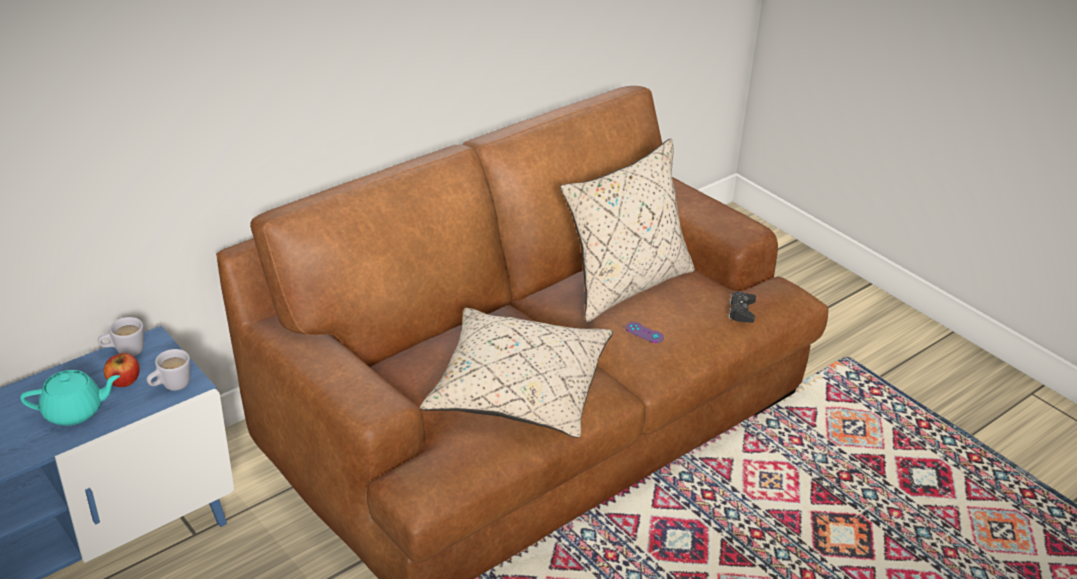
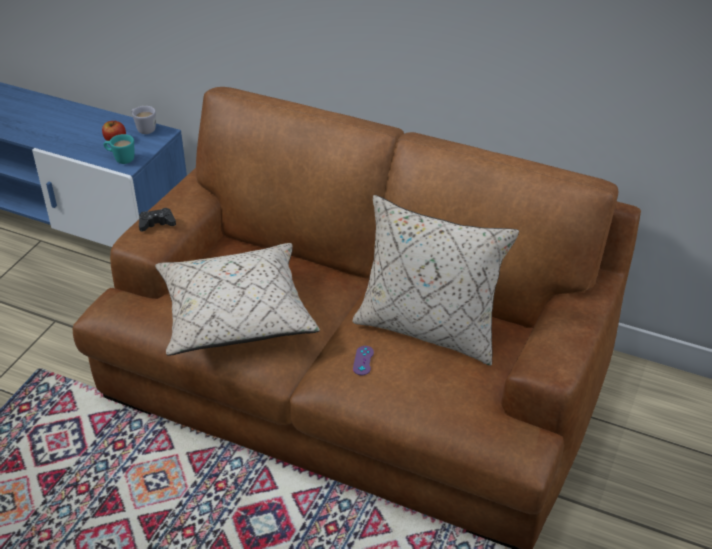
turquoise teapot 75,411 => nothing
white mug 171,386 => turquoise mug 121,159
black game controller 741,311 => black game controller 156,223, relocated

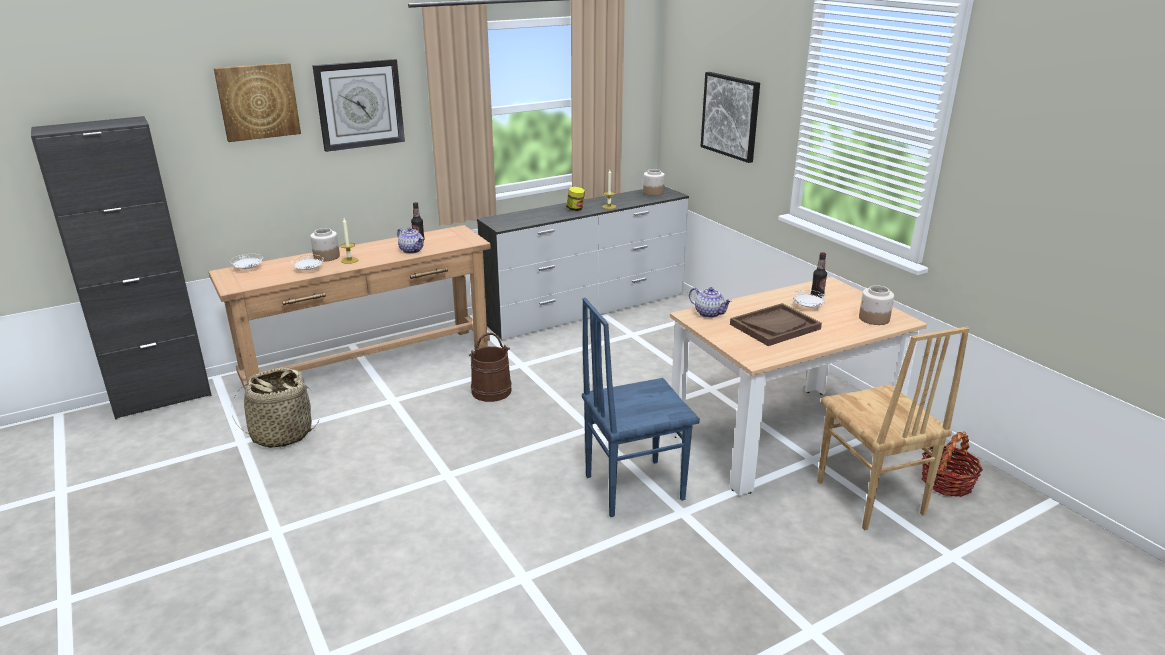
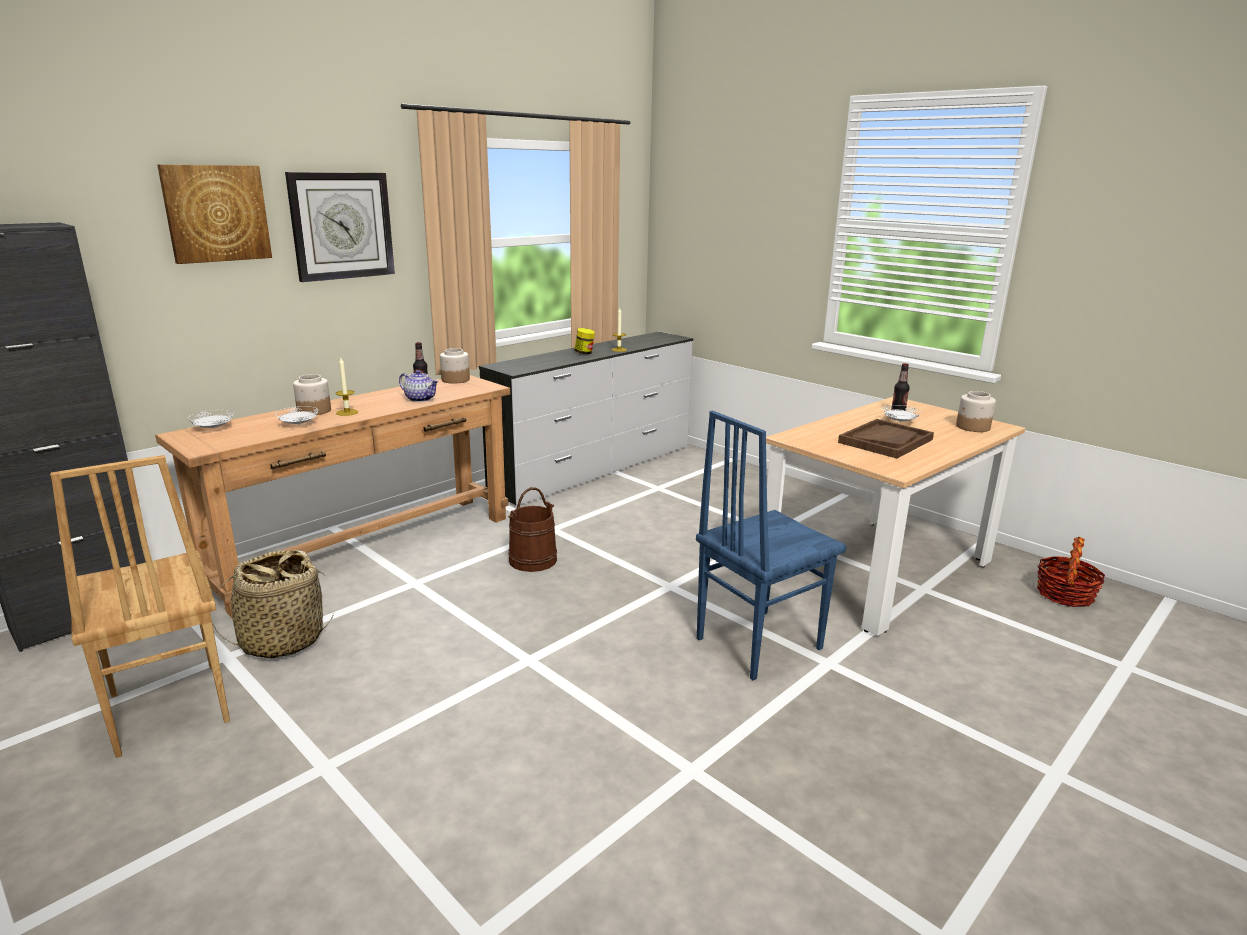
jar 653,193 => jar 455,380, relocated
teapot 709,313 => nothing
picture 730,116 => nothing
brown chair 868,499 => brown chair 166,709, relocated

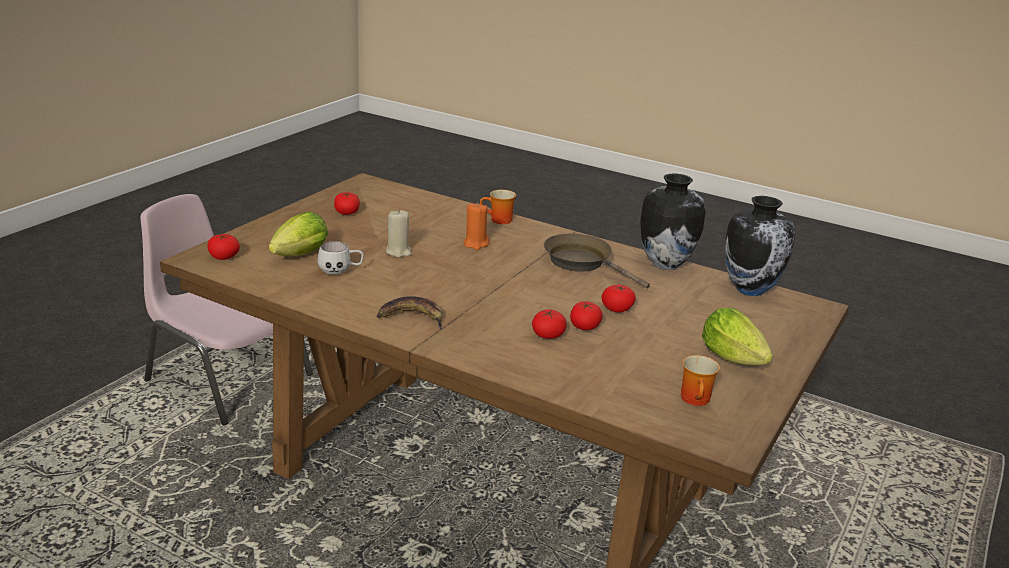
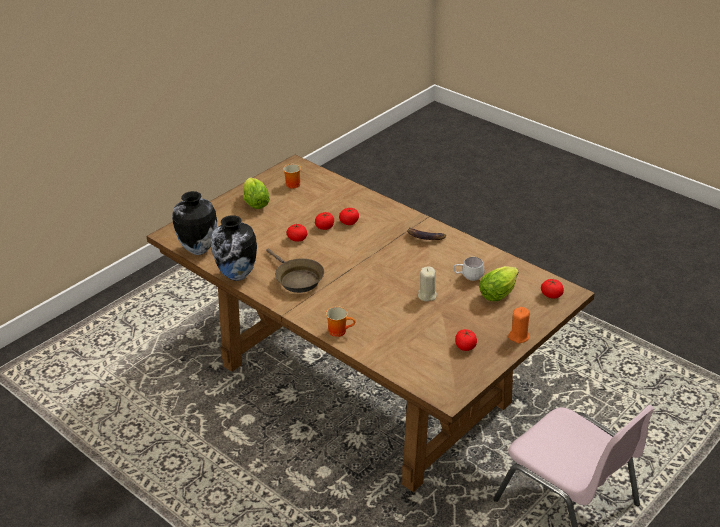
orange candle 476,244 => orange candle 518,336, relocated

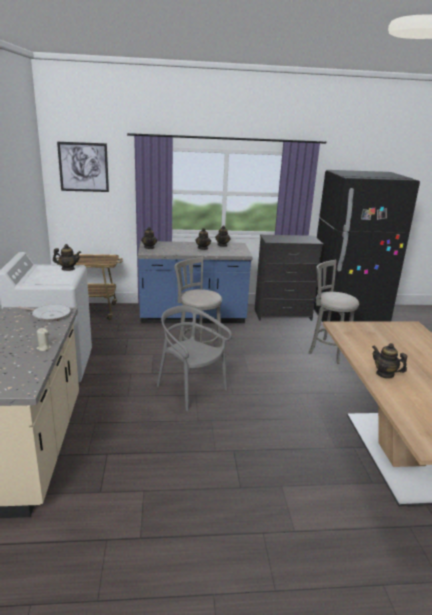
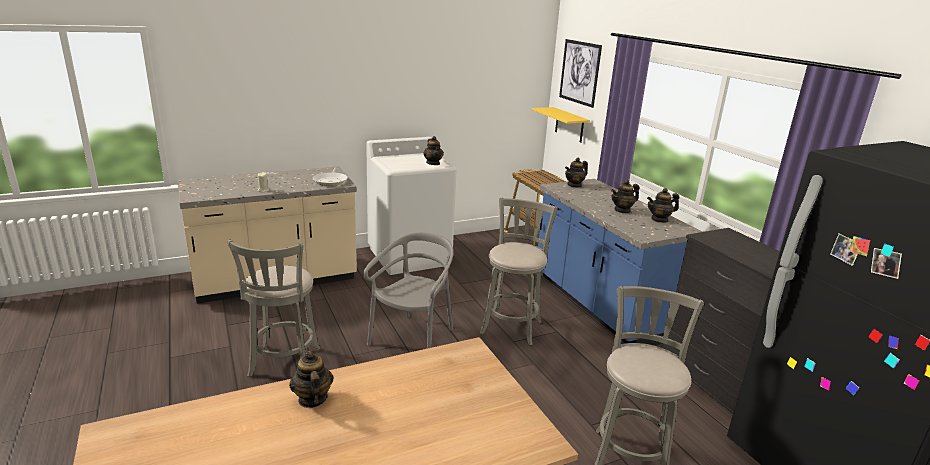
teapot 385,374 => teapot 312,399, 45 degrees counterclockwise
nothing => grey stool 284,364
nothing => yellow shelf 569,125

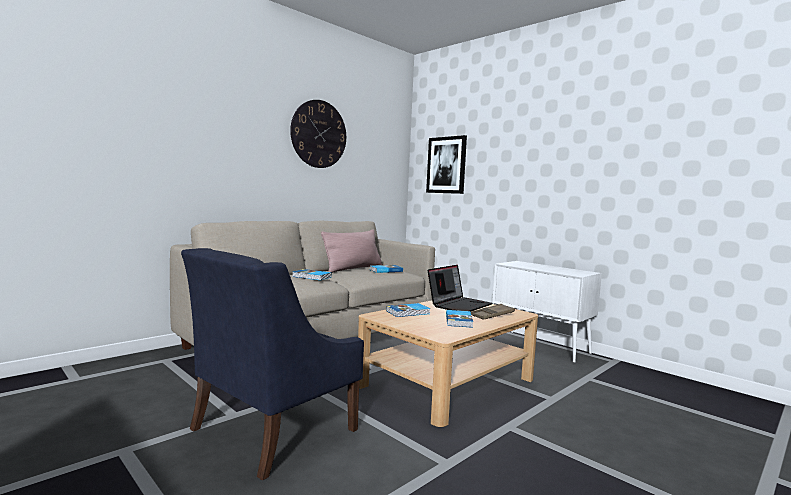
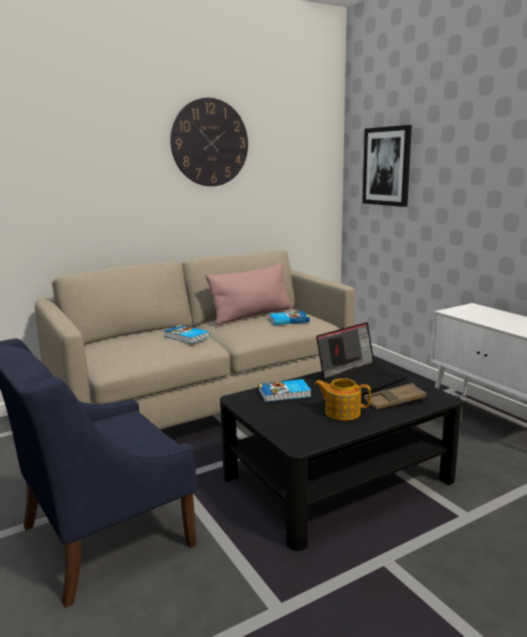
beige coffee table 447,382 => black coffee table 337,478
book 459,321 => teapot 341,412

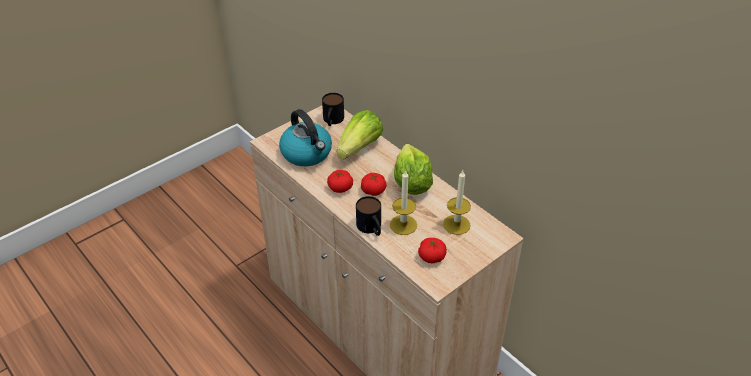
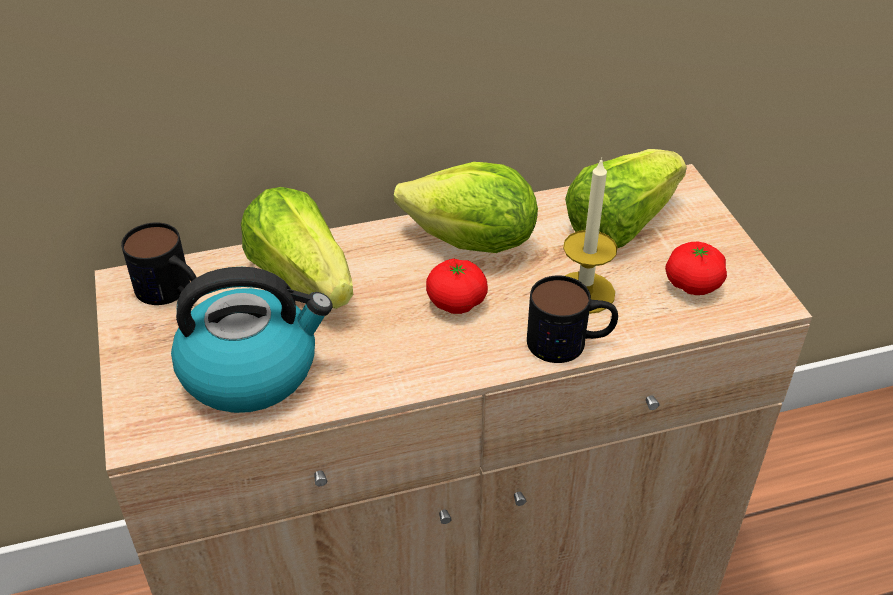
tomato 340,188 => nothing
candle 456,224 => lettuce 620,224

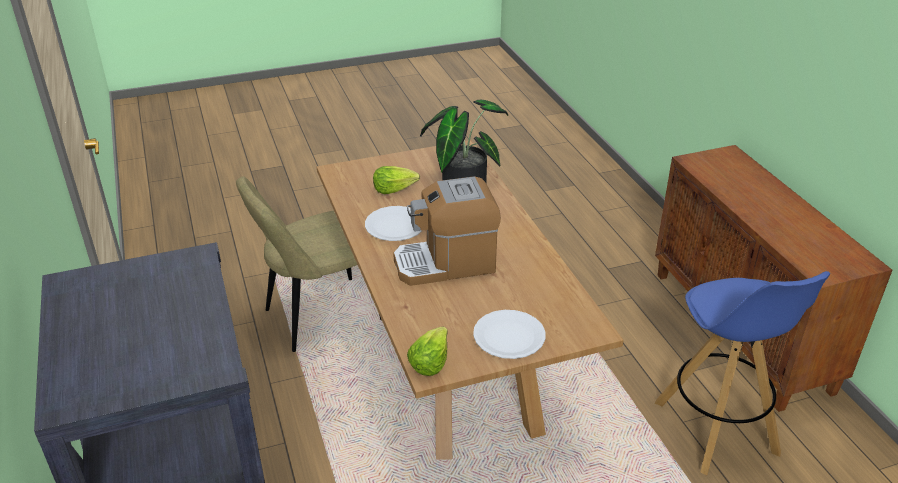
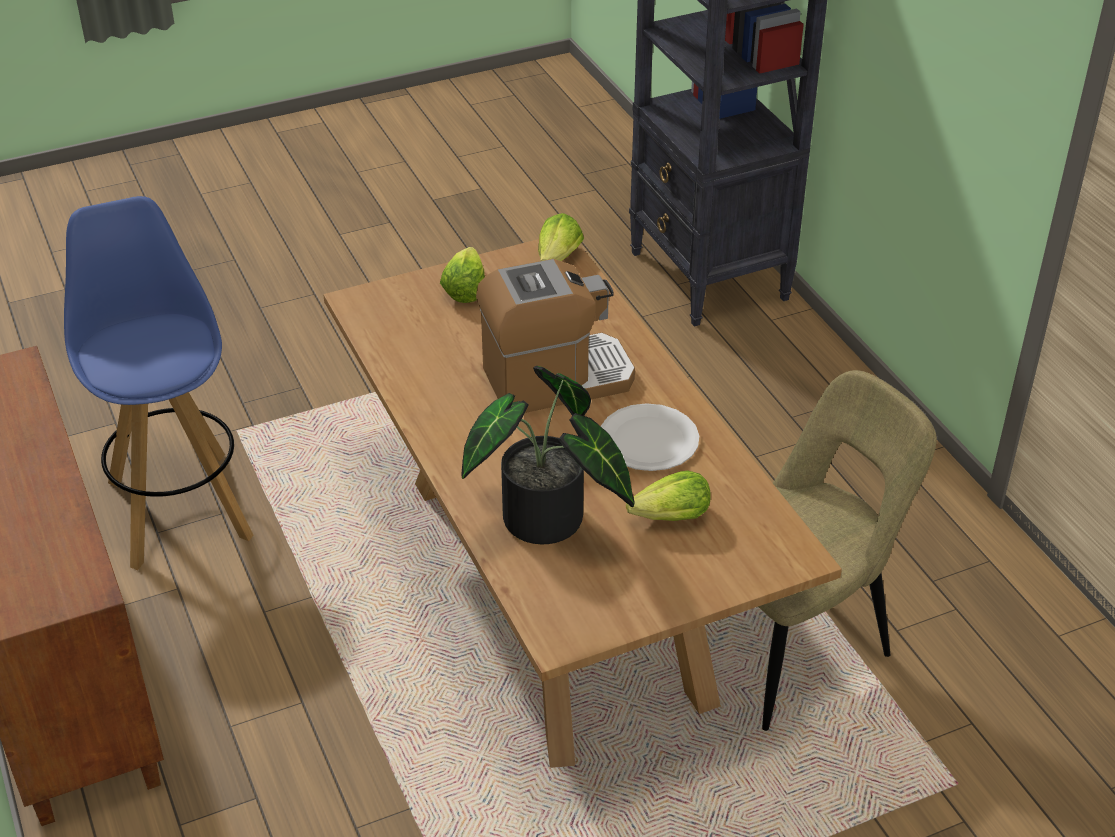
white plate 509,336 => lettuce 464,289

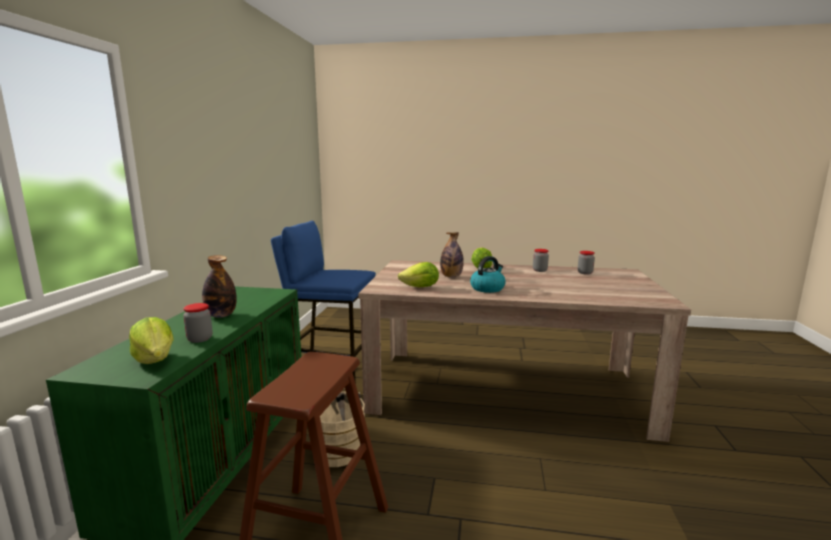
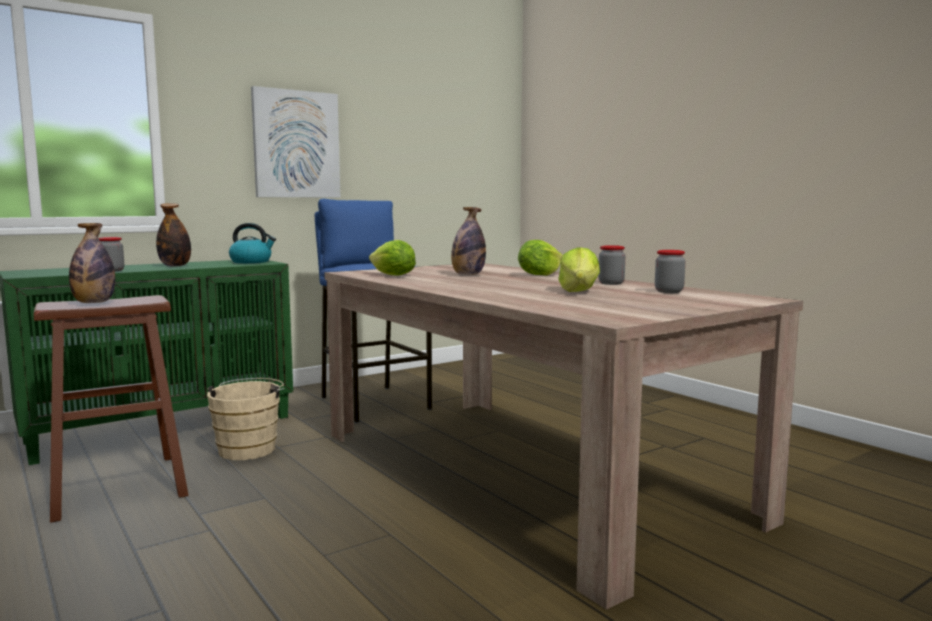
lettuce 155,359 => lettuce 579,291, relocated
kettle 487,288 => kettle 251,262, relocated
nothing => bottle 94,303
nothing => picture 296,144

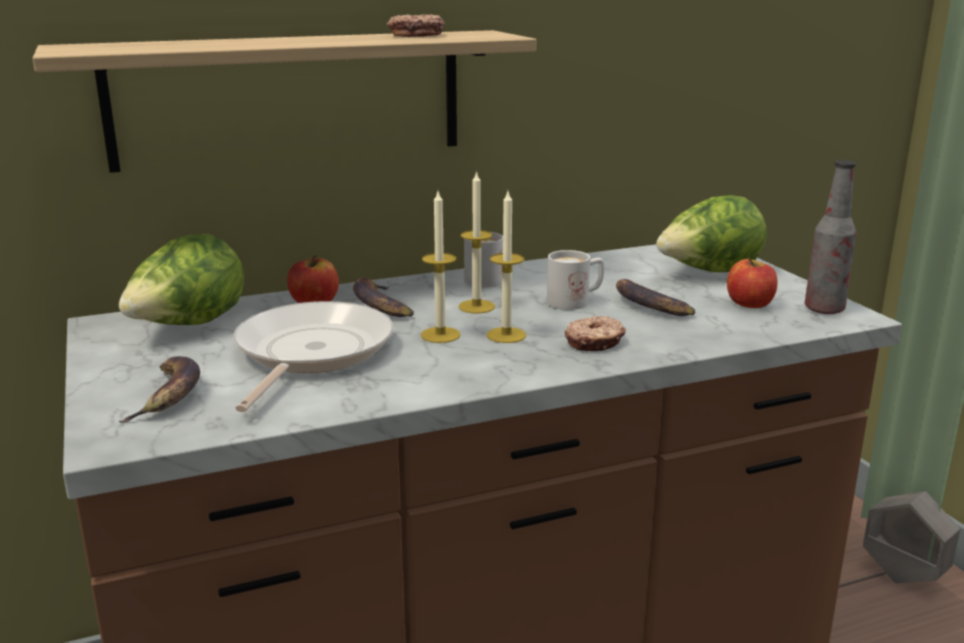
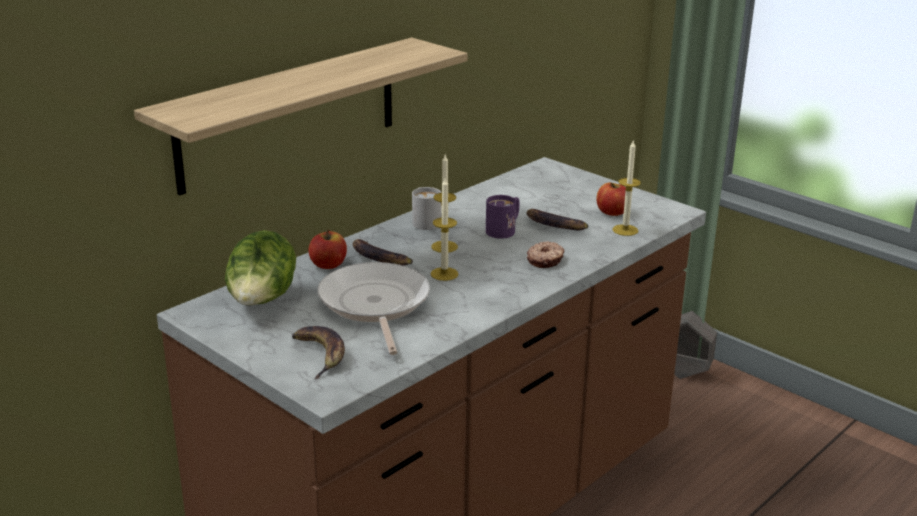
donut 415,35 => nothing
candle 506,335 => candle 625,230, relocated
white mug 576,301 => purple mug 504,230
lettuce 708,273 => nothing
bottle 824,309 => nothing

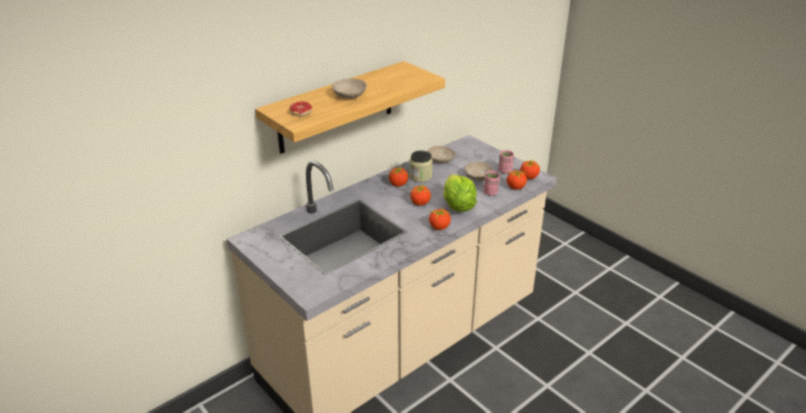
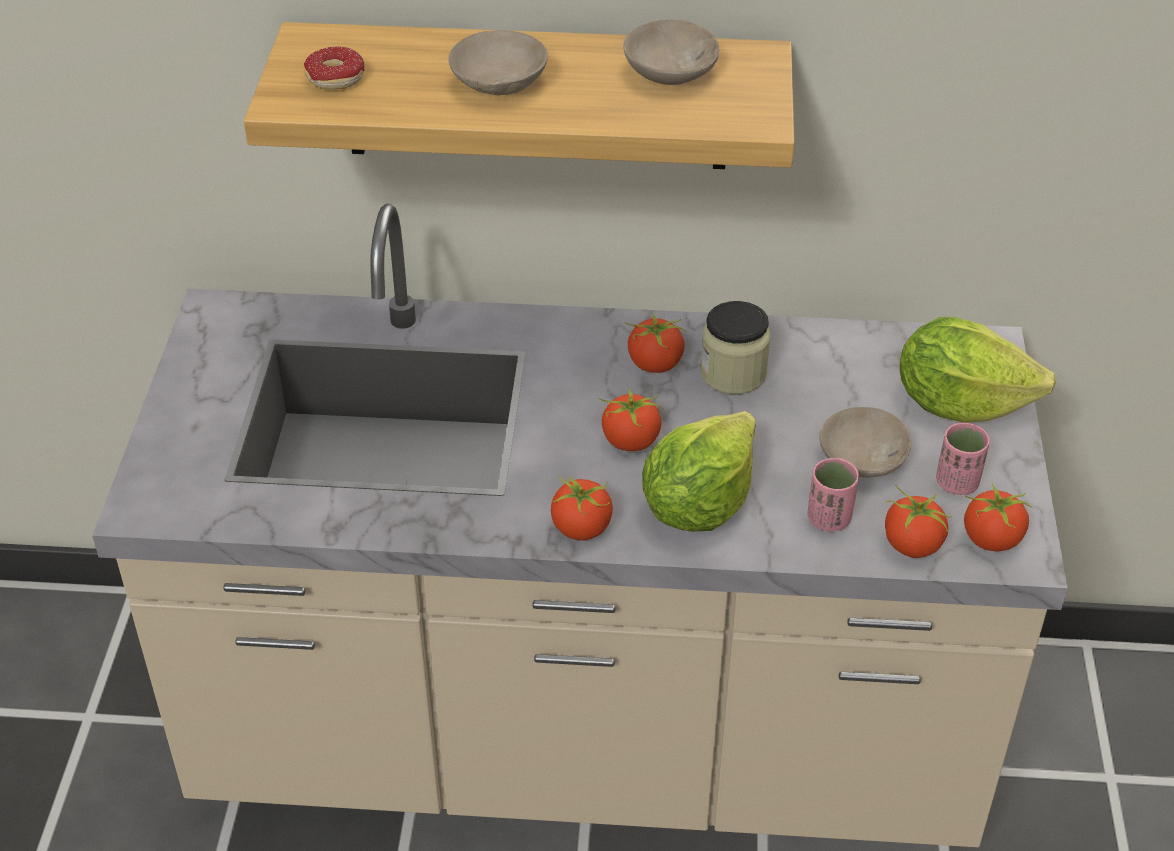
beige bowl 440,160 => beige bowl 667,72, relocated
nothing => lettuce 960,403

